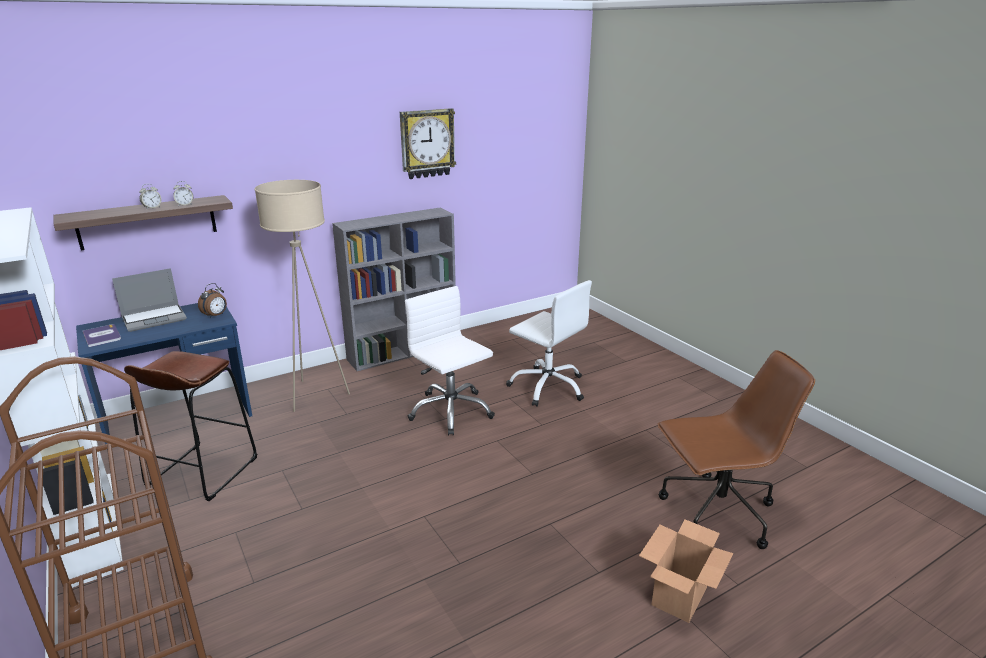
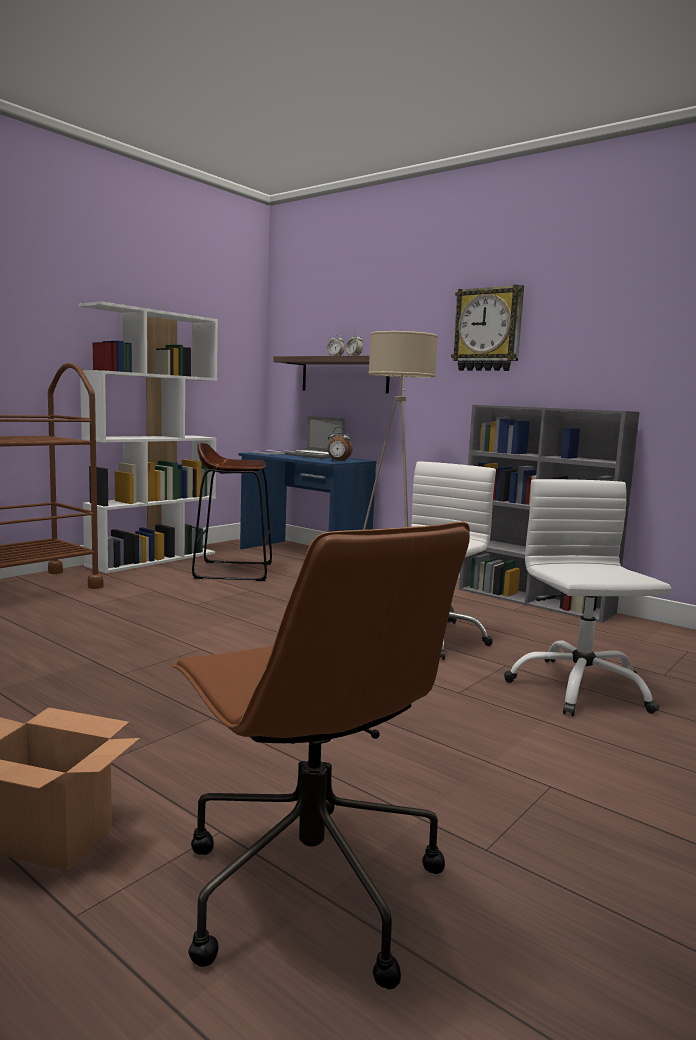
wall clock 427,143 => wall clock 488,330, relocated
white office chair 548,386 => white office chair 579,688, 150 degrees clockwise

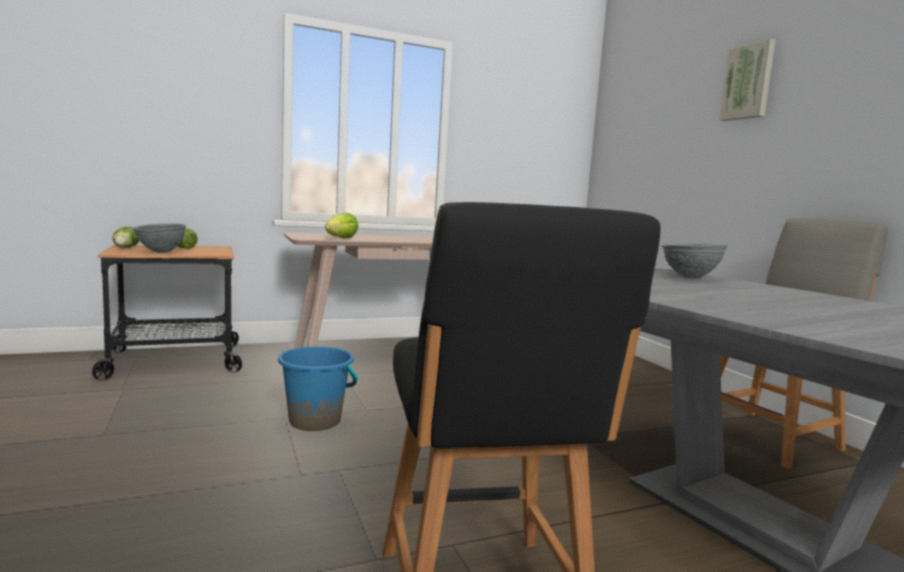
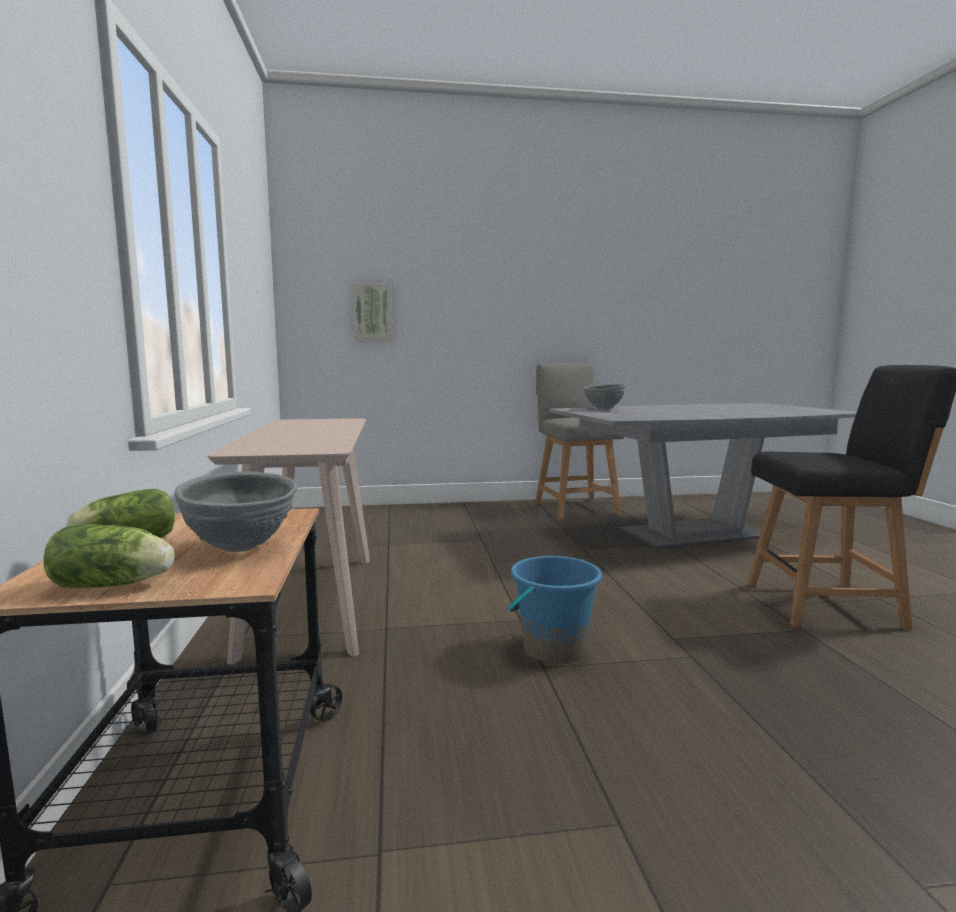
lettuce 340,238 => nothing
picture 748,82 => picture 373,313, relocated

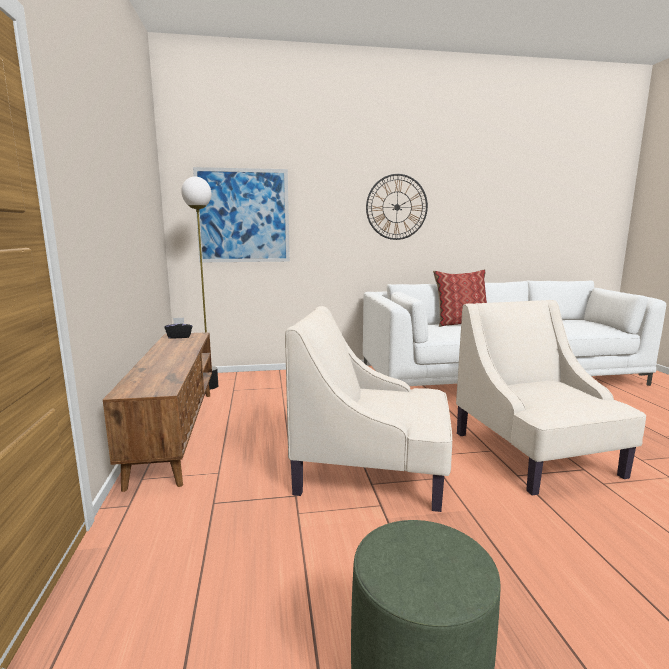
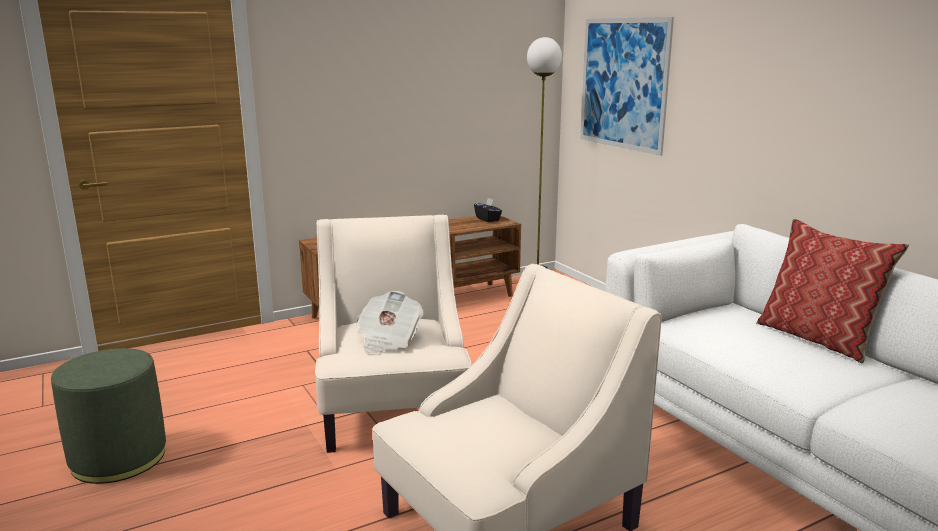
wall clock 397,207 => nothing
nothing => newspaper 388,339

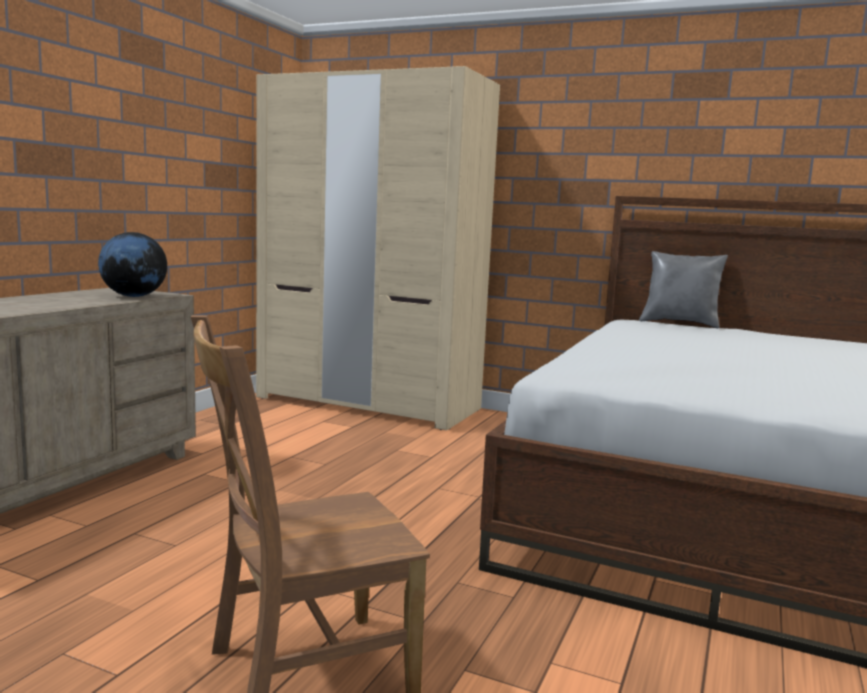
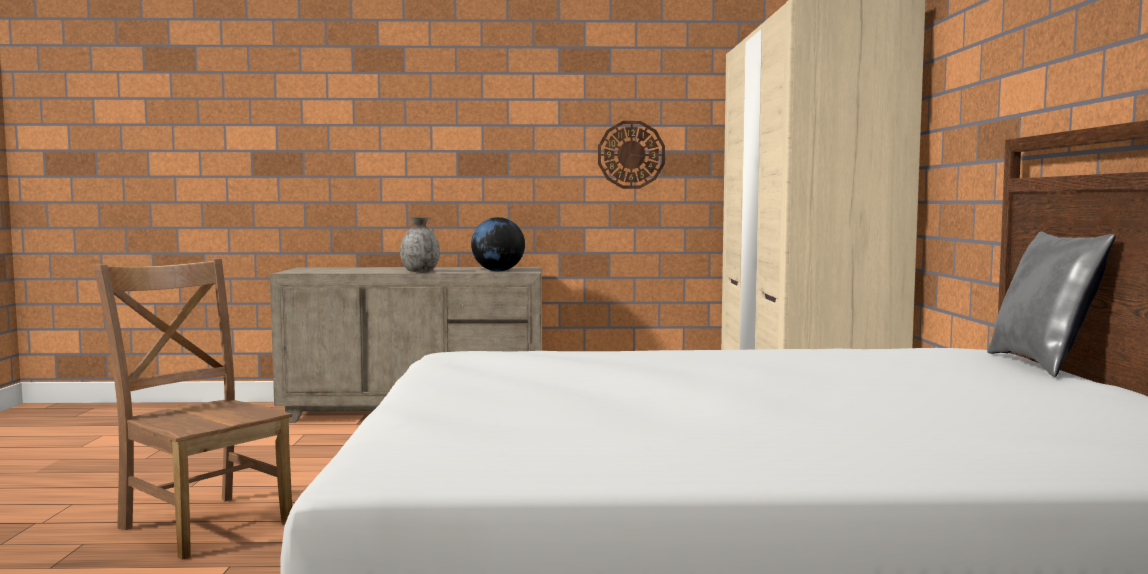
nothing => grey vase 420,271
nothing => wall clock 631,154

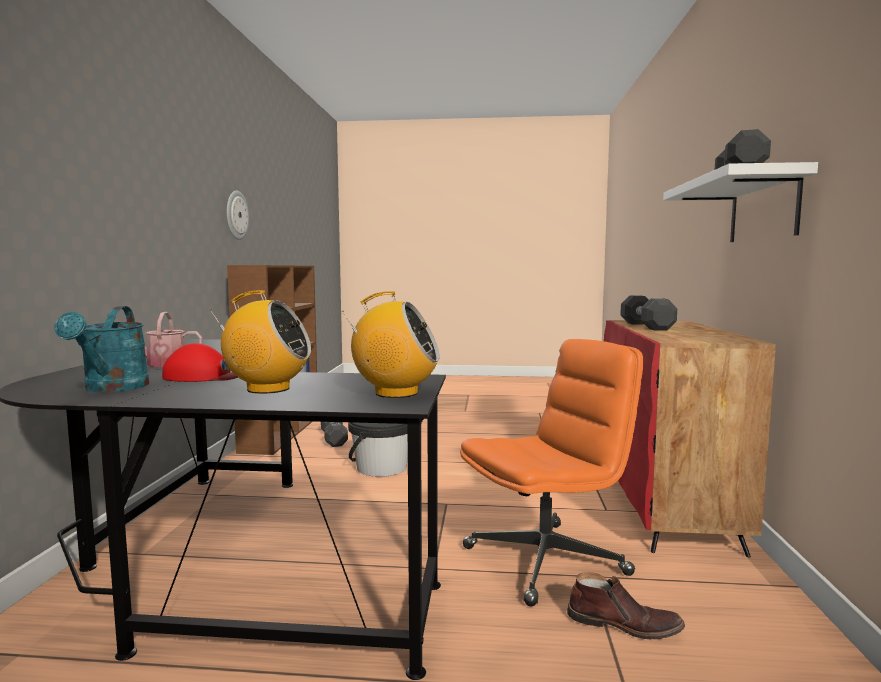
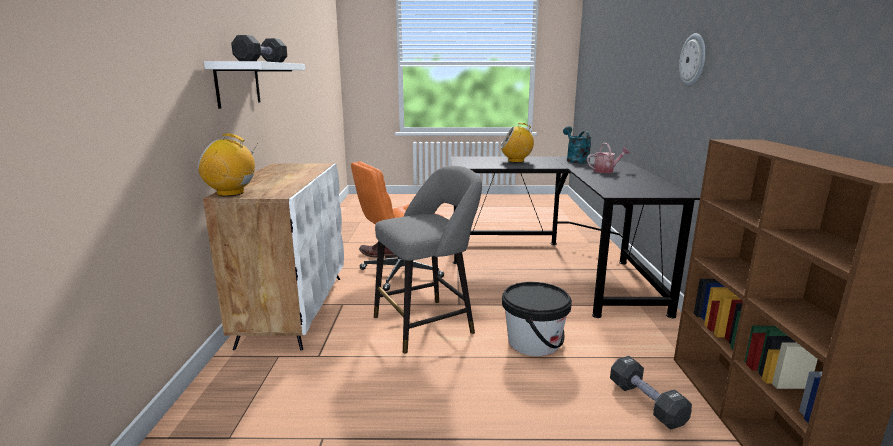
red cap 204,377 => nothing
wall clock 236,215 => wall clock 693,60, relocated
radio 395,393 => radio 231,193, relocated
red cabinet 666,506 => white cabinet 294,308
black dumbbell 646,326 => nothing
nothing => grey stool 428,323

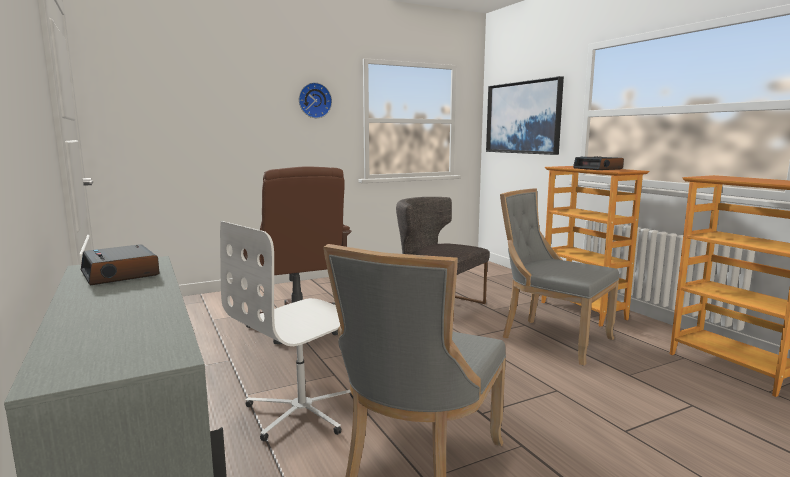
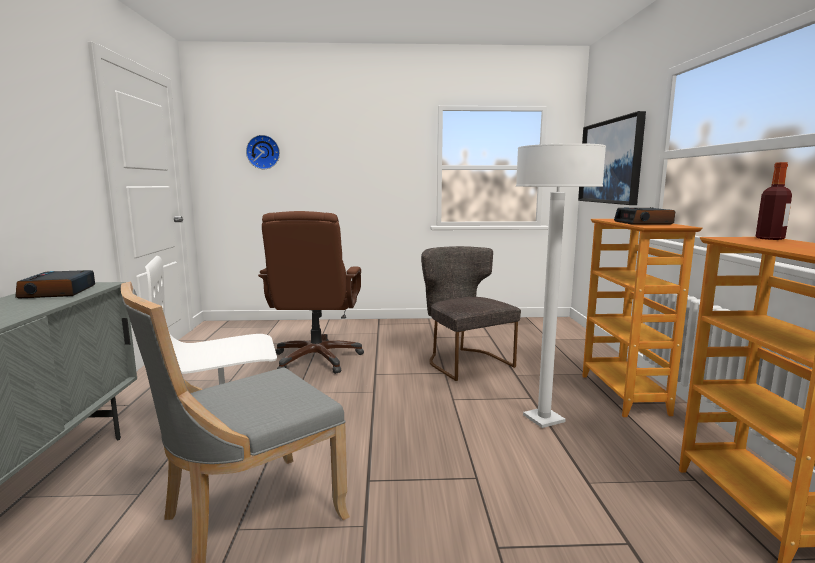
wall clock 314,100 => wall clock 263,152, relocated
grey chair 551,338 => white floor lamp 543,419
nothing => bottle 769,238

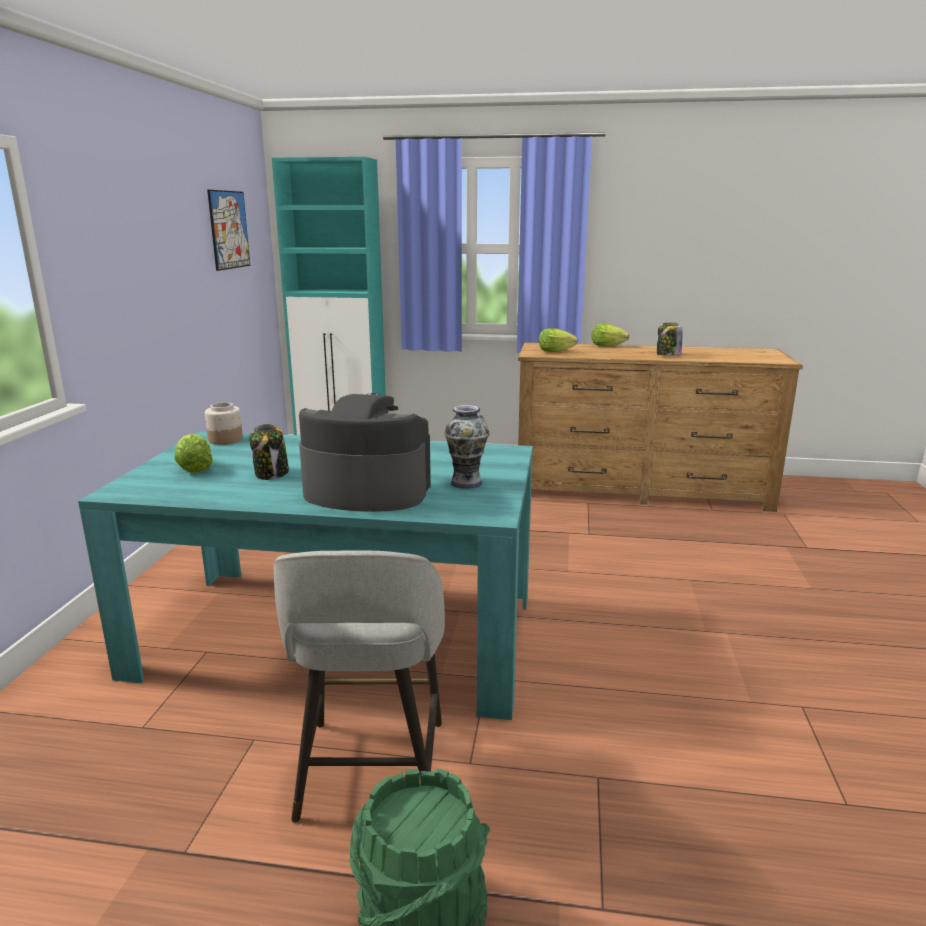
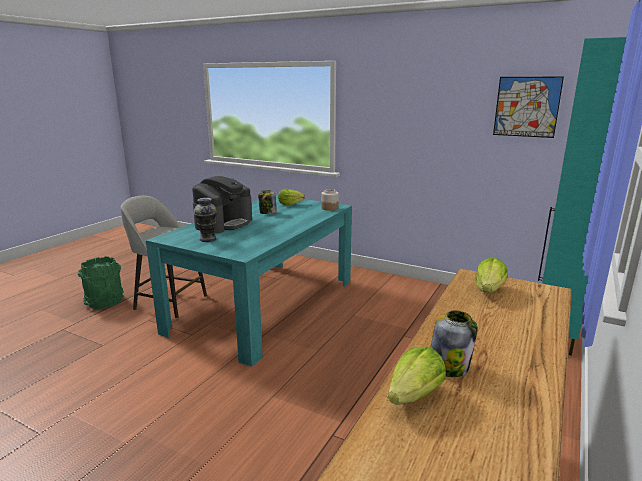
lettuce 607,346 => lettuce 415,396, relocated

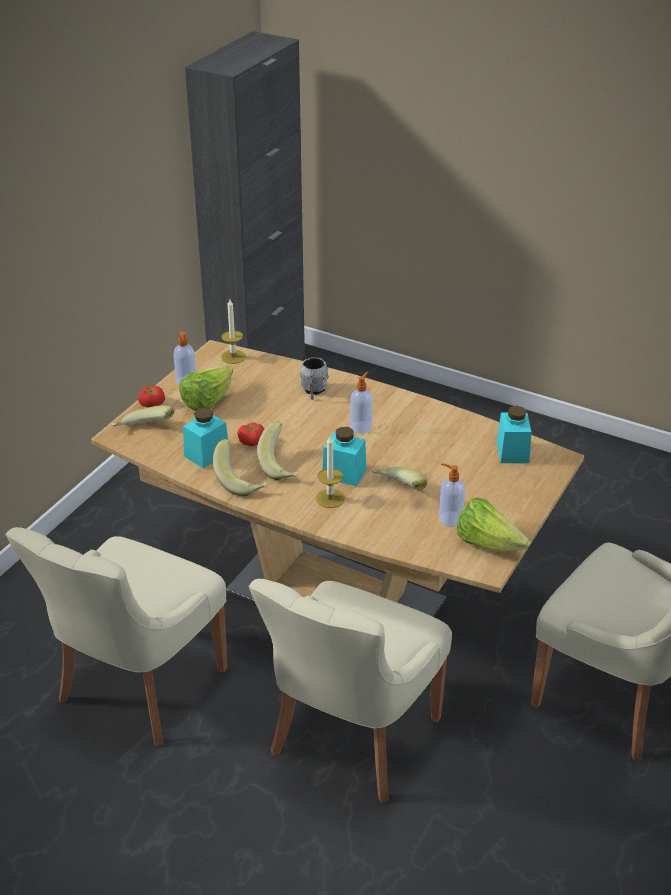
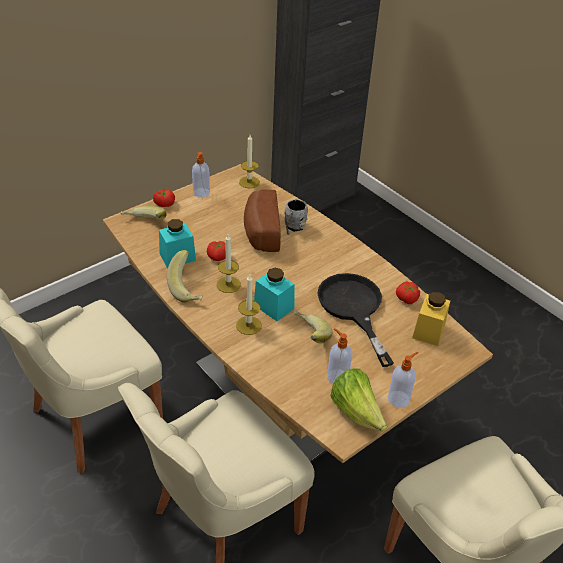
lettuce 207,401 => nothing
banana 282,466 => candle 228,284
soap dispenser 361,427 => soap dispenser 399,399, relocated
turquoise jar 512,452 => yellow jar 428,331
nothing => bread 260,232
nothing => black frying pan 353,309
nothing => tomato 406,298

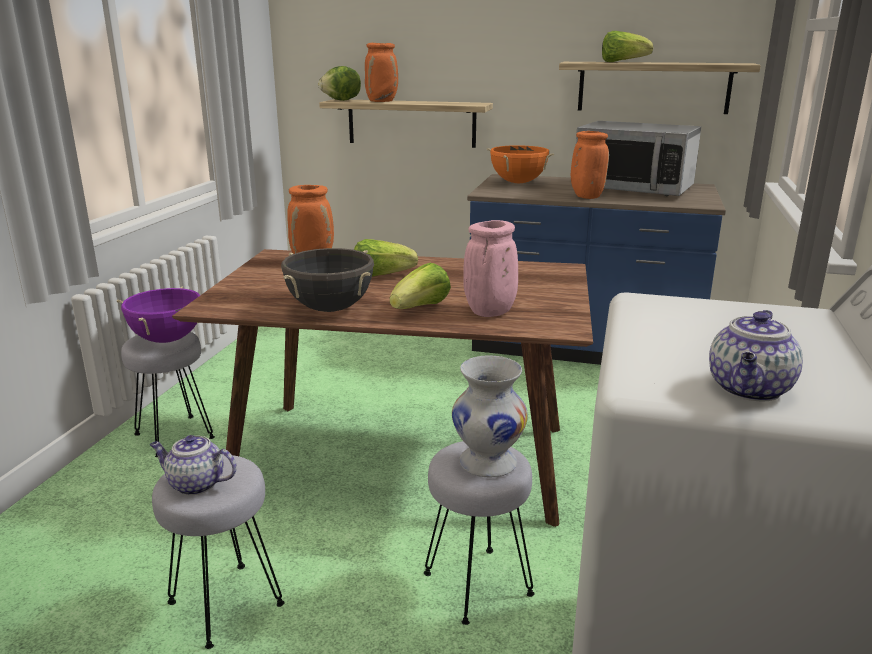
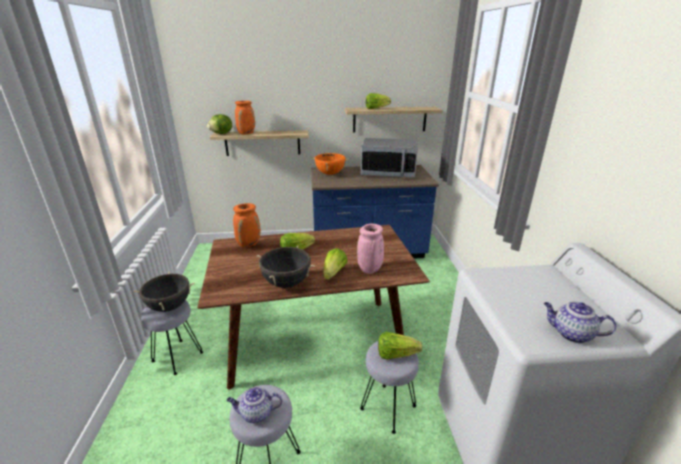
purple cooking pot 167,339 => black cooking pot 169,306
white vase 487,462 => lettuce 396,354
orange vase 586,197 => nothing
teapot 750,390 => teapot 571,334, 105 degrees clockwise

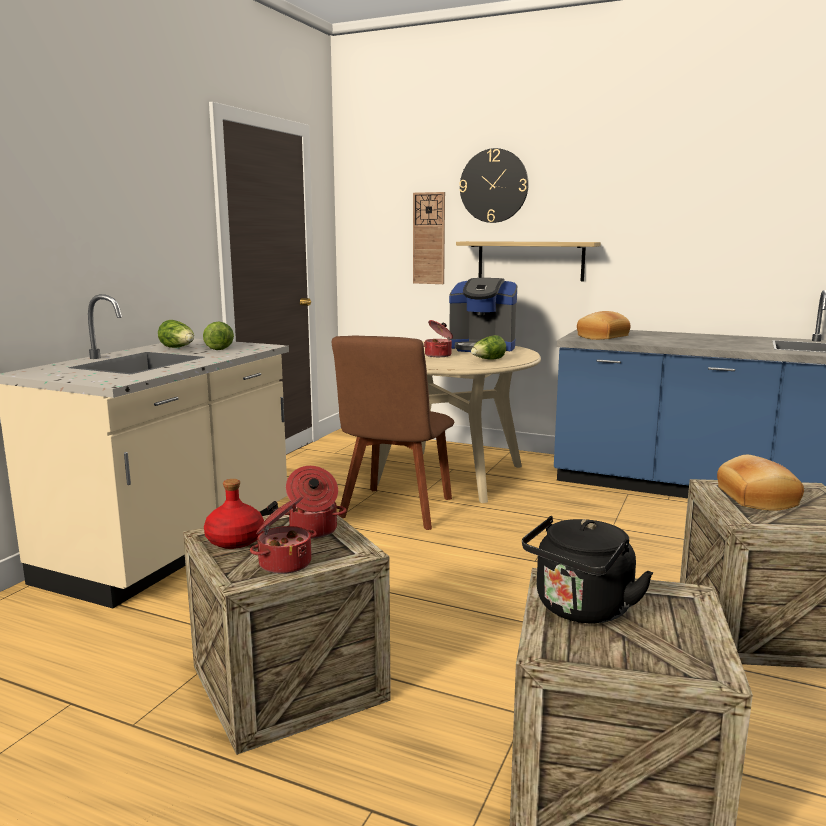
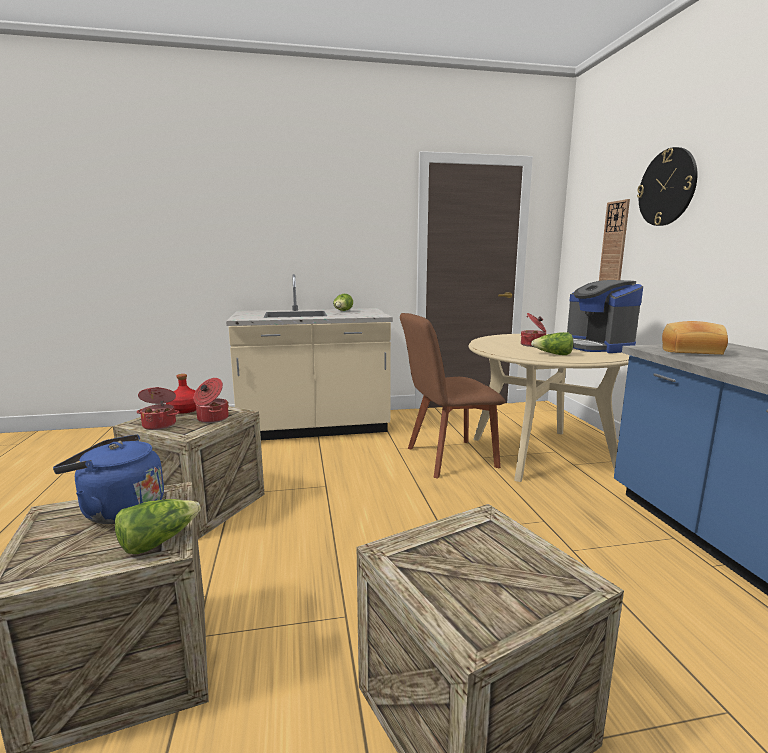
lettuce 219,348 => lettuce 158,541, relocated
shelf 530,260 => nothing
black kettle 580,610 => blue kettle 118,510
bread 755,498 => nothing

